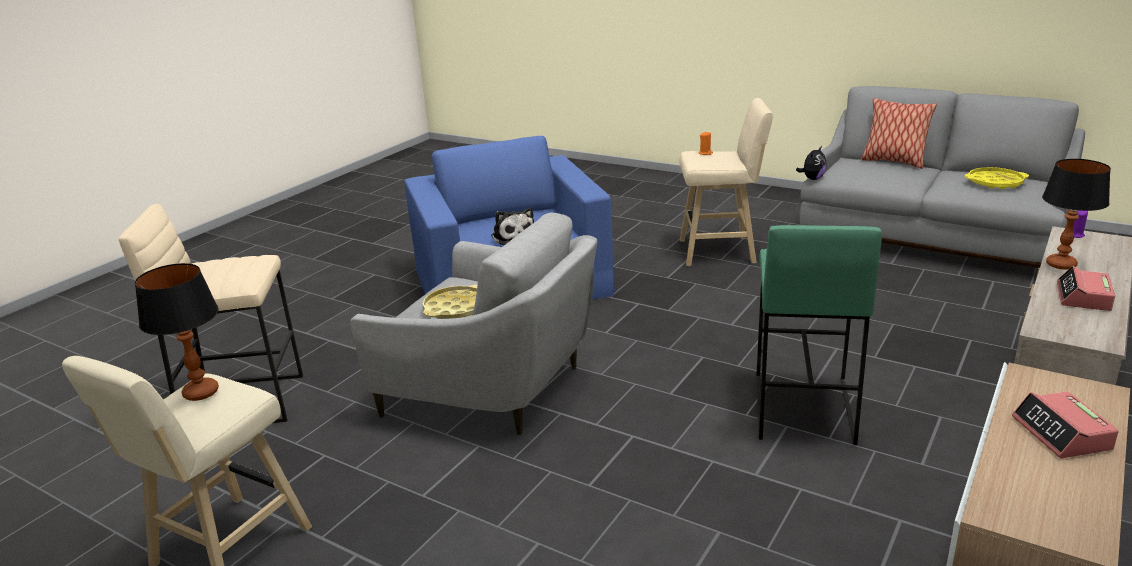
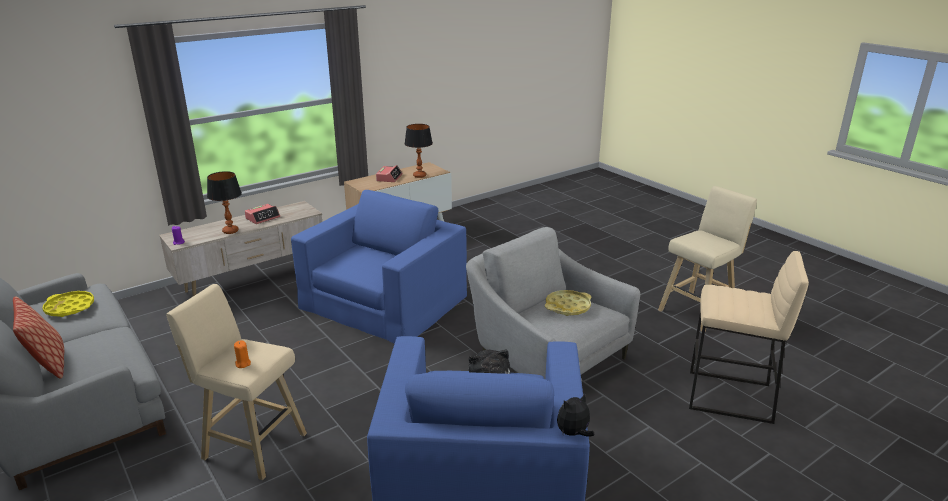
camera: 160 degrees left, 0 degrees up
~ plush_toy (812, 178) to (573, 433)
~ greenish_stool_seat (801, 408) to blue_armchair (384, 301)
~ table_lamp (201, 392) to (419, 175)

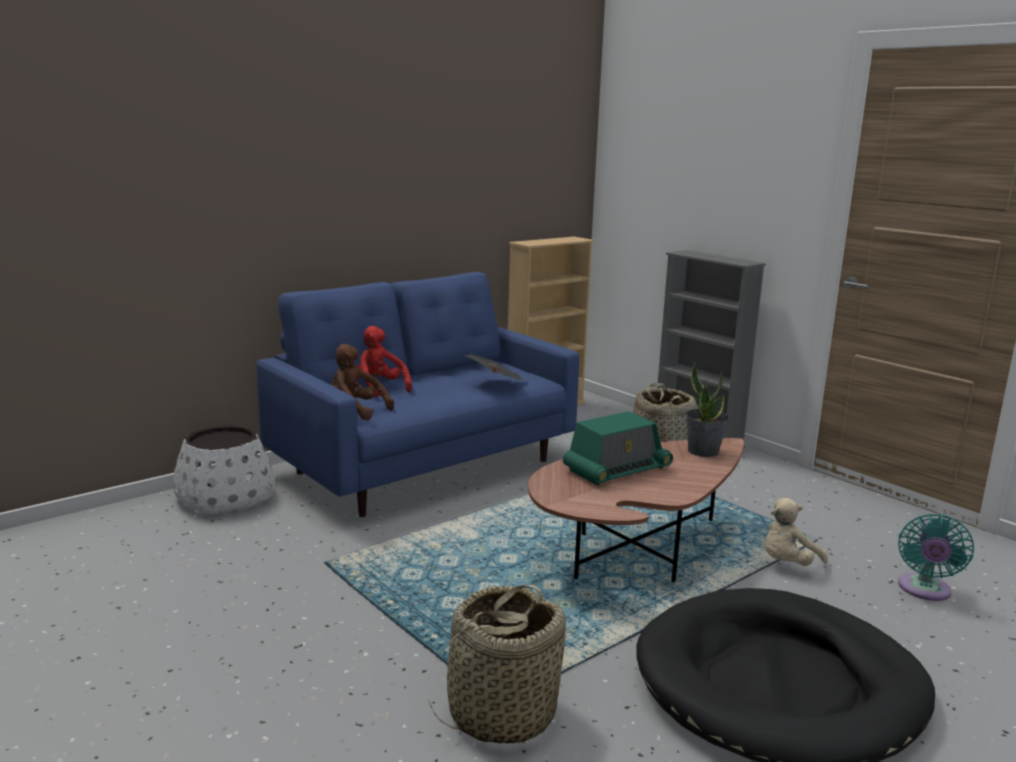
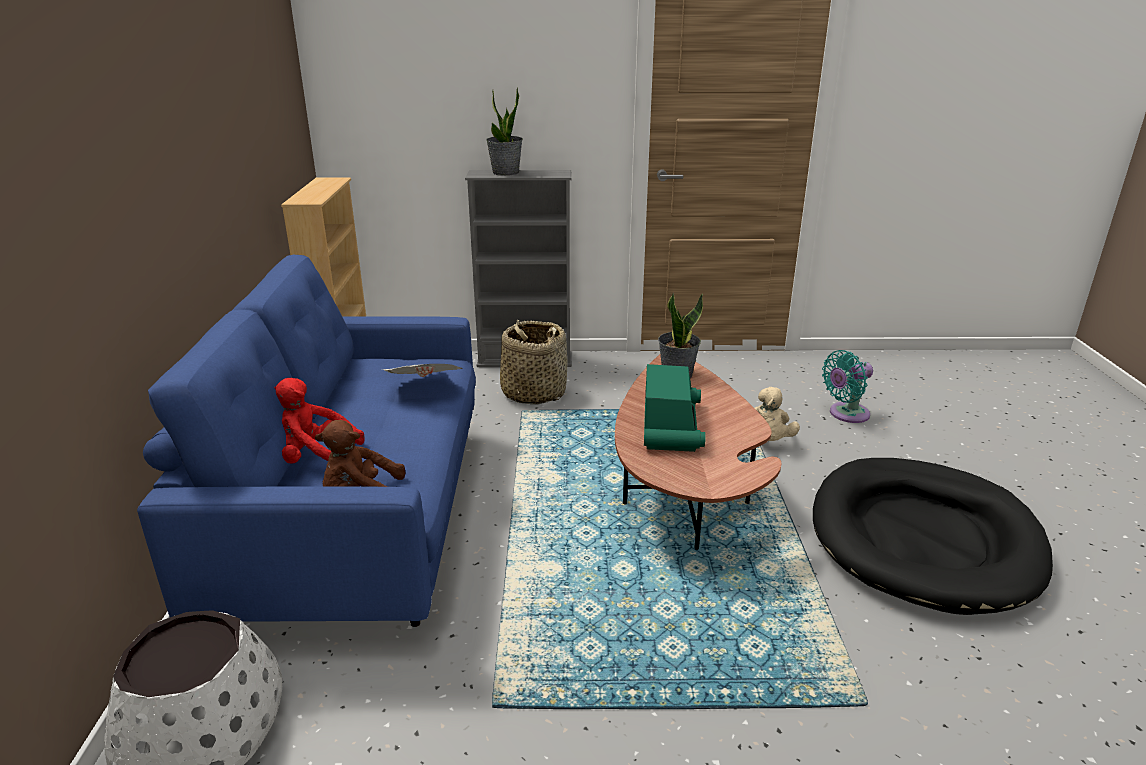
camera: 50 degrees left, 10 degrees up
~ turquoise_cooling_fan (924, 591) = (845, 414) 90 degrees clockwise
- storage_basket (501, 714)
+ plant_in_a_pot (505, 172)

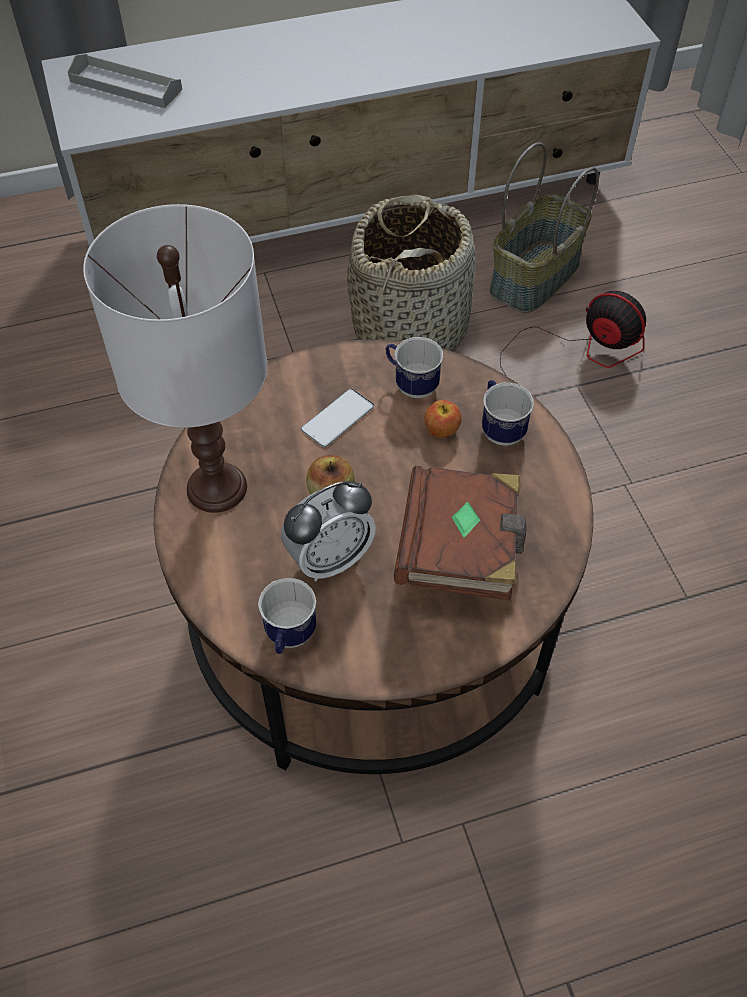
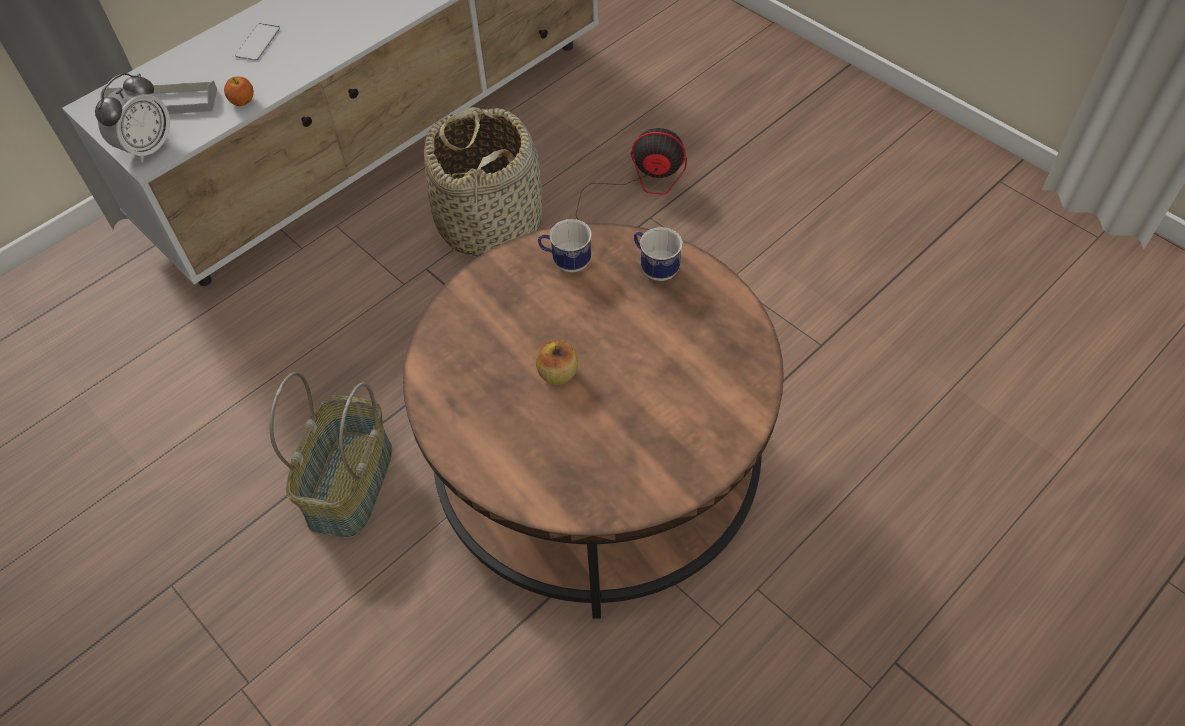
camera: 25 degrees left, 0 degrees up
~ storage_basket (535, 278) to (352, 485)
- whitish_table_lamp (215, 488)
~ phone (337, 418) to (258, 42)
~ apple (442, 430) to (243, 101)
- brown_volume (461, 549)
~ bedside_clock (330, 559) to (148, 148)
- coffee_mug (289, 638)

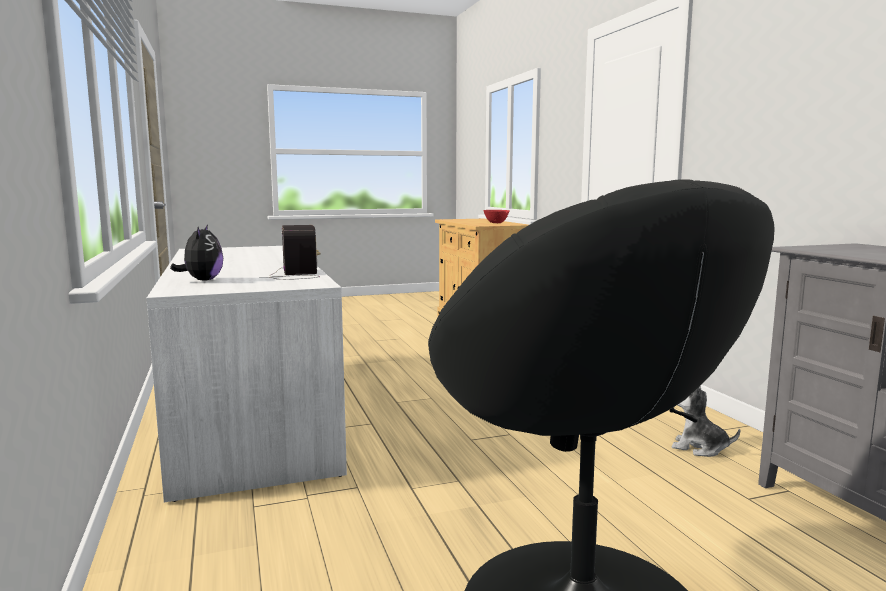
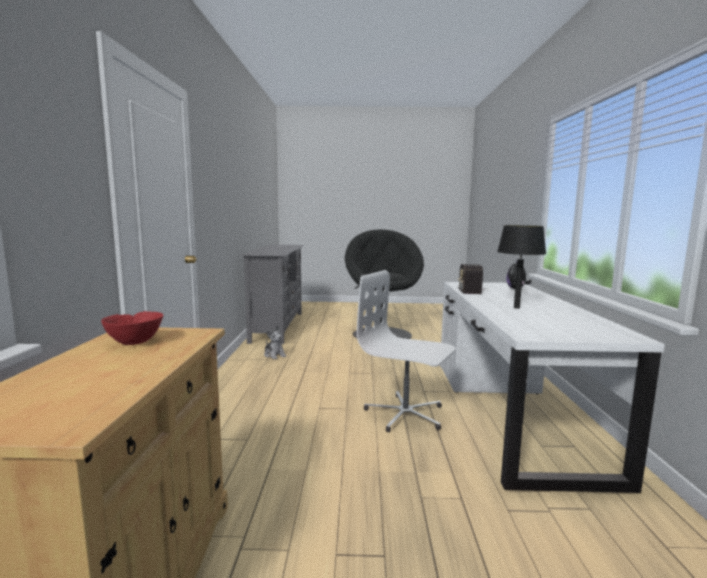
camera: 160 degrees left, 0 degrees up
+ blackish_table_lamp (516, 308)
+ whitish_office_chair (405, 414)

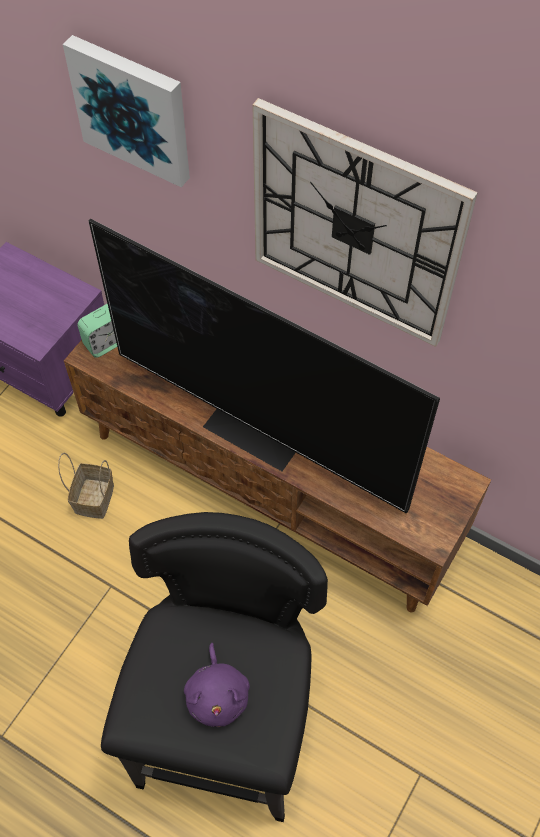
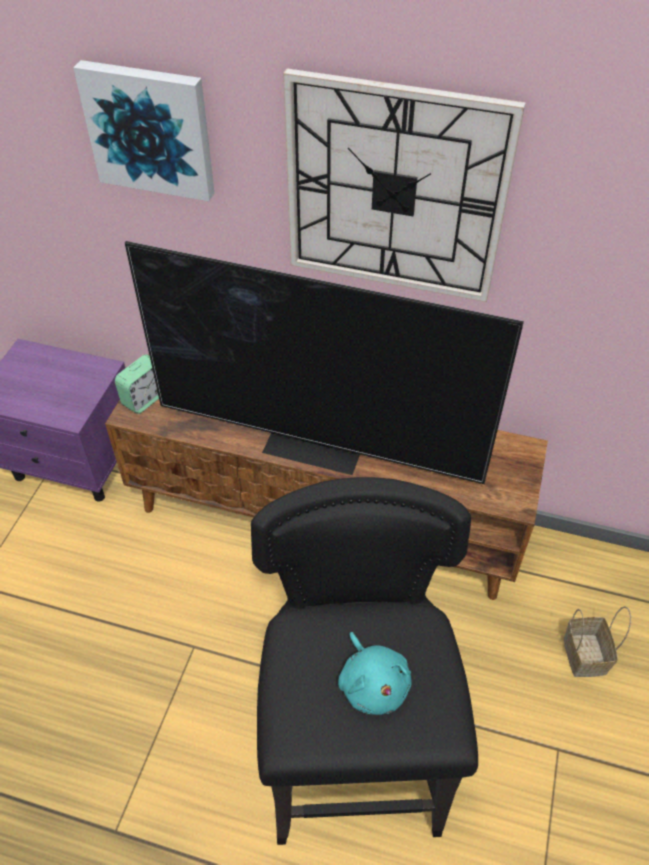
camera: 15 degrees left, 10 degrees down
~ storage_basket (93, 497) to (583, 654)
~ purple_plush_toy (218, 695) to turquoise_plush_toy (373, 684)

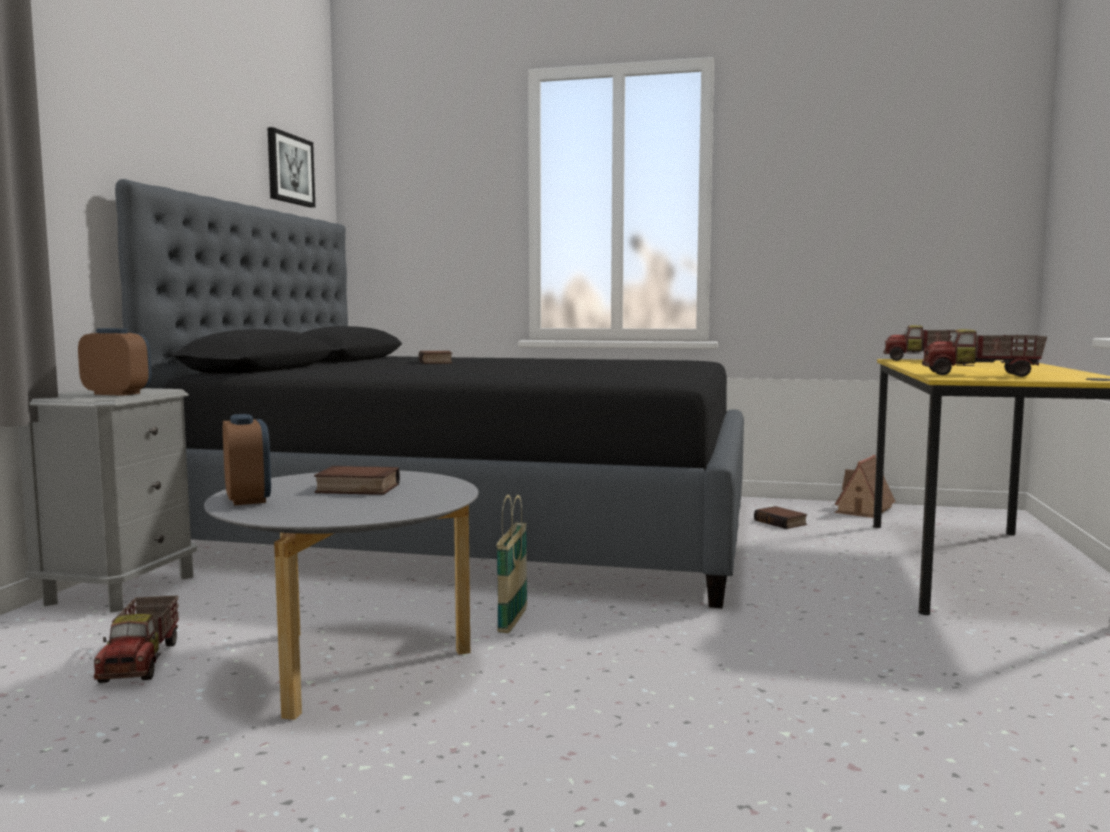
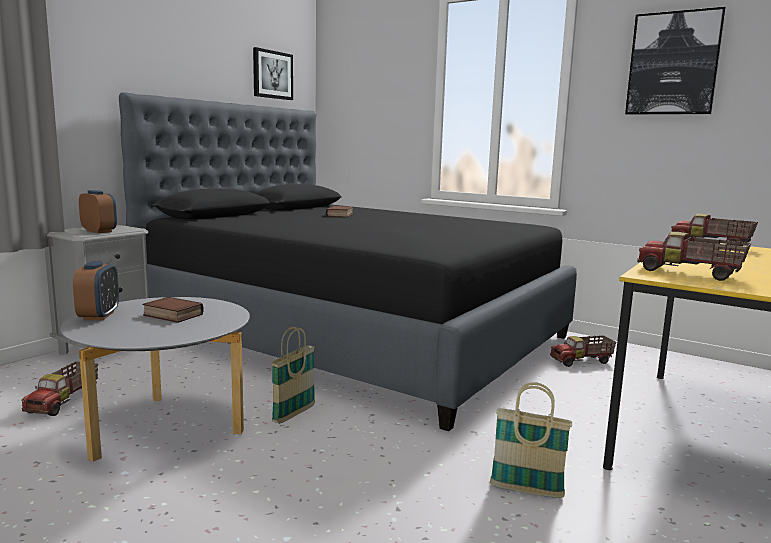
camera: 20 degrees right, 5 degrees up
- miniature_house (863, 509)
~ volume (781, 522) to toy_truck (582, 361)
+ wall_picture (673, 64)
+ storage_basket (526, 490)

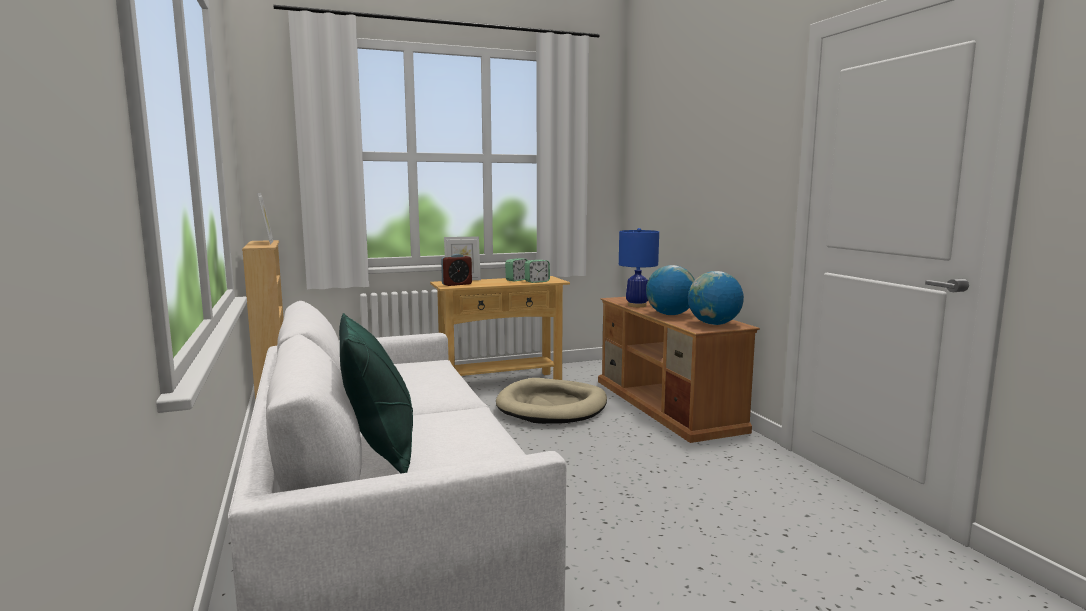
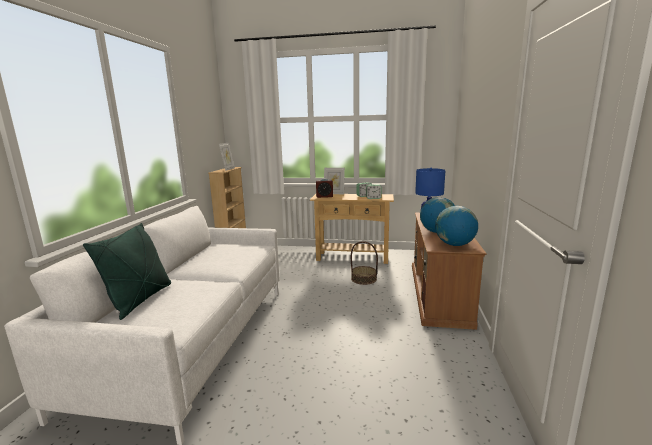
camera: 30 degrees right, 5 degrees up
~ beige-coloured_dog_bed (552, 406) to storage_basket (364, 279)

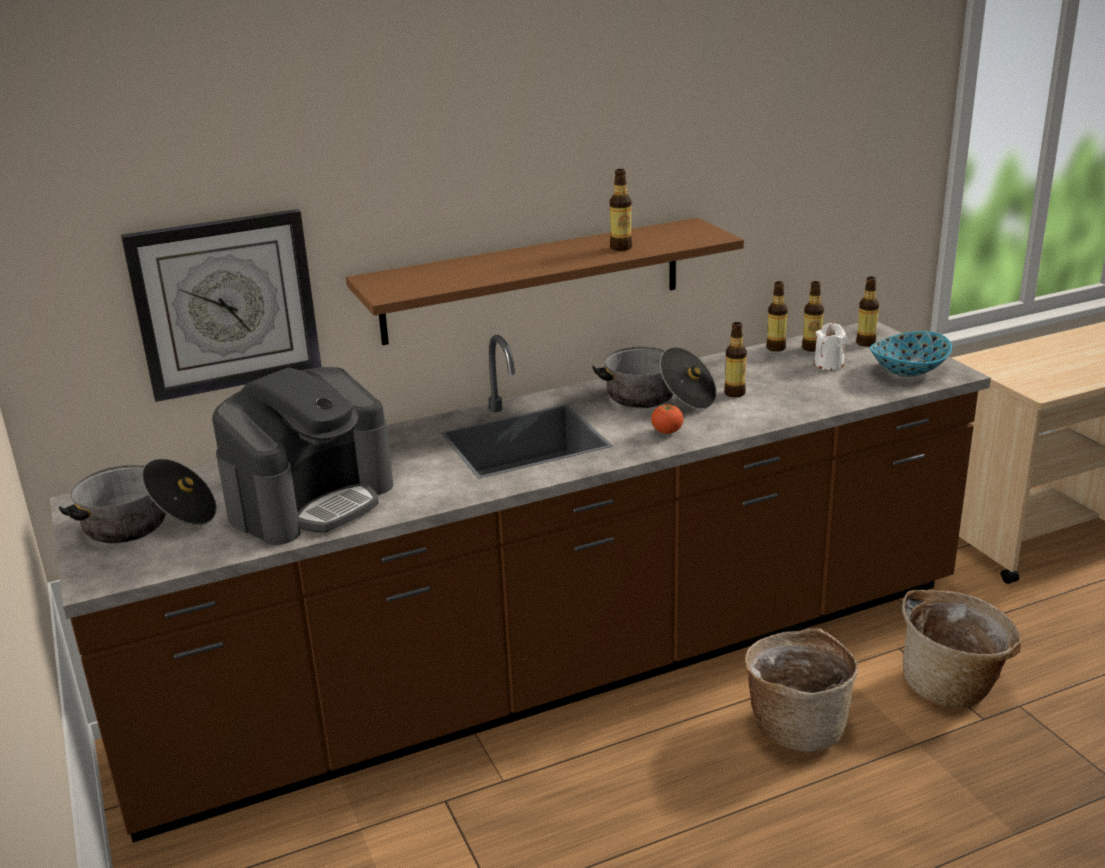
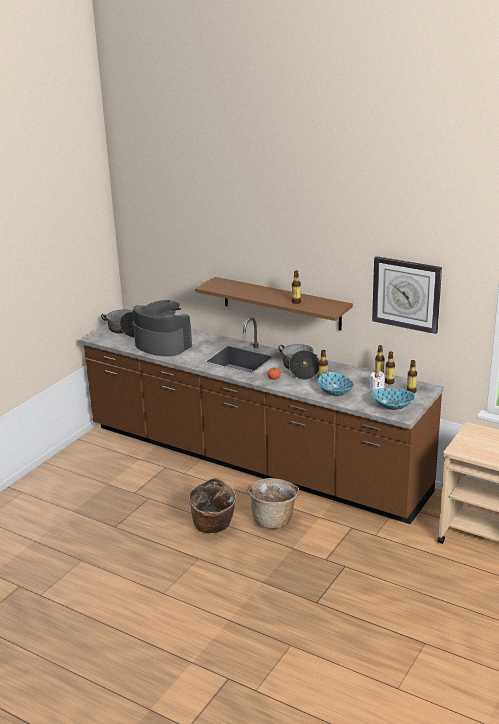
camera: 55 degrees right, 0 degrees up
~ clock_on_the_wall (225, 304) to (406, 294)
~ coffee_brewer (311, 500) = (162, 345) 150 degrees counterclockwise
~ storage_basket (952, 685) to (214, 525)
+ deep_dish (336, 392)

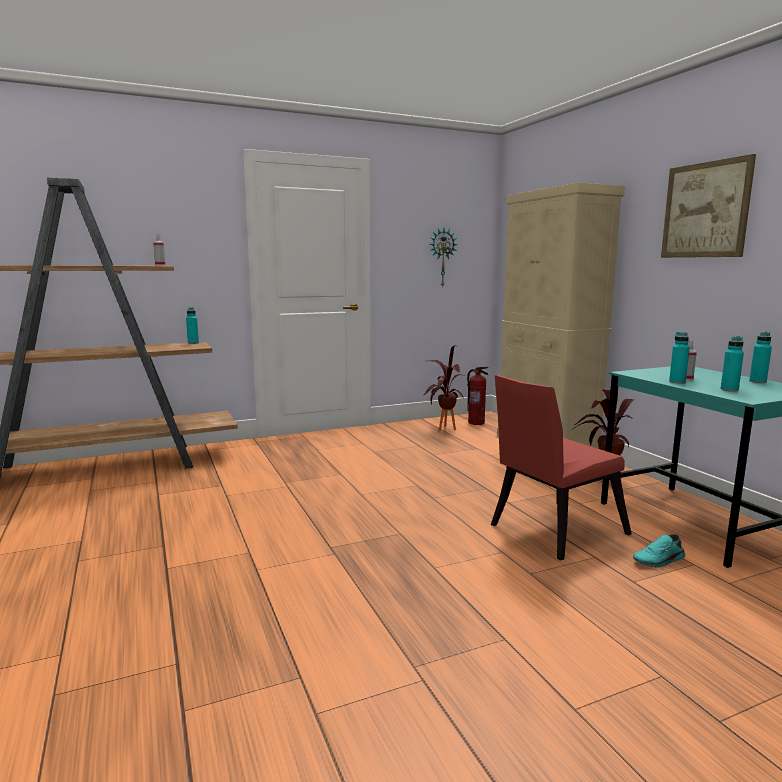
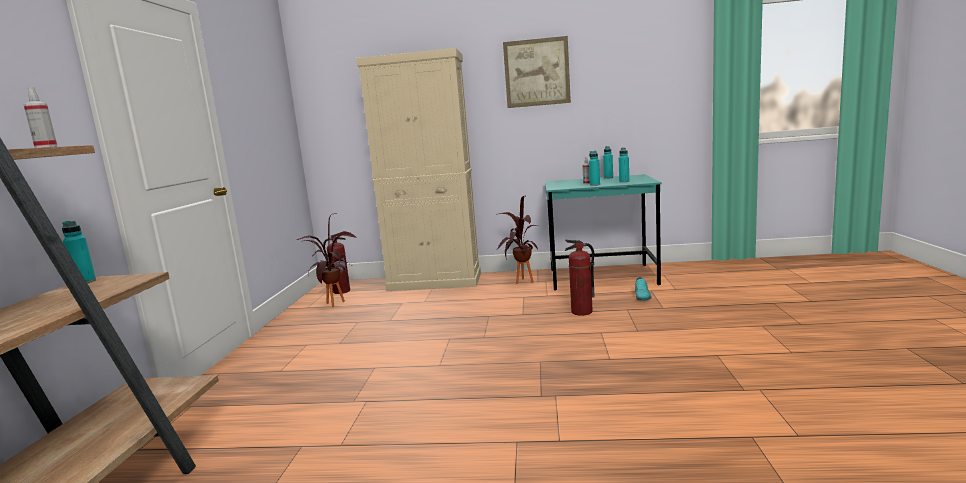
camera: 60 degrees left, 0 degrees up
- clock_on_the_wall (442, 257)
~ reddish_upright_chair (551, 531) to extinguisher (581, 312)

